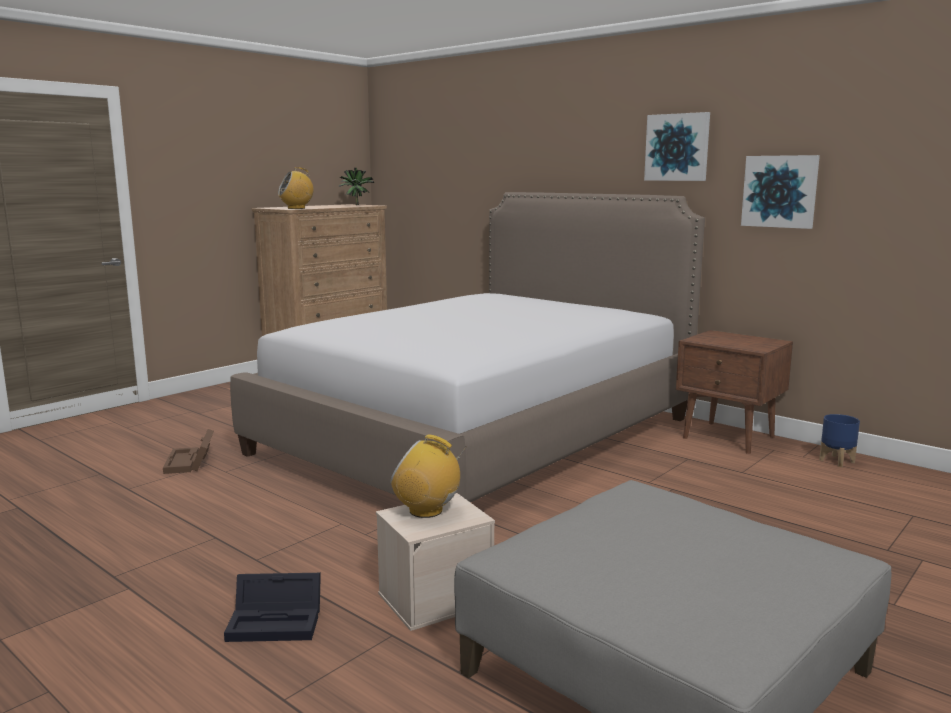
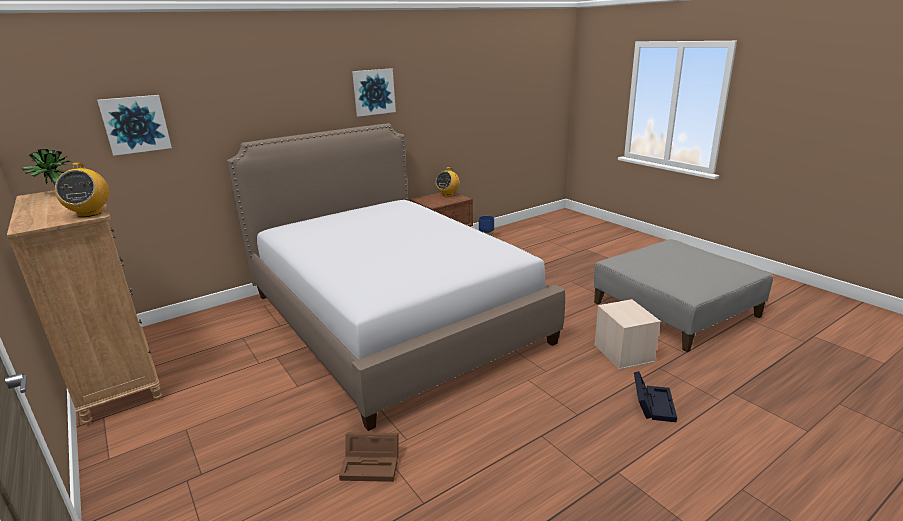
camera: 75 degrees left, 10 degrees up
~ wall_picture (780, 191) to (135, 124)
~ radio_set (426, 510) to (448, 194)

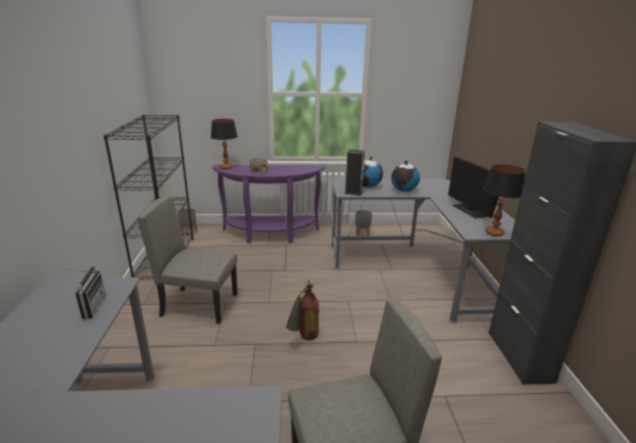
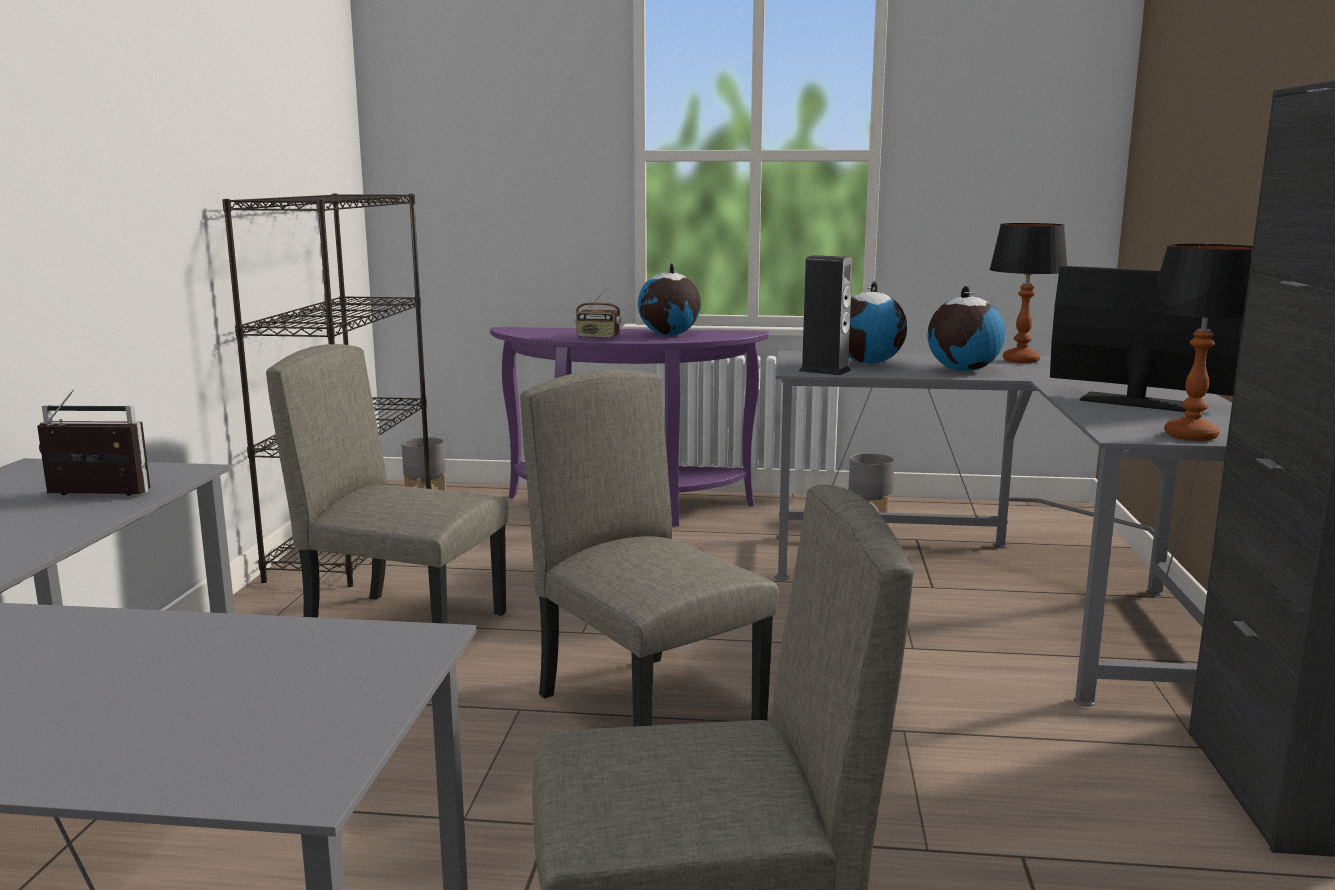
camera: 10 degrees right, 10 degrees down
~ table_lamp (226, 168) to (1020, 360)
~ monitor (469, 210) = (1135, 402) 135 degrees clockwise
~ radio_set (89, 307) = (91, 497) 90 degrees counterclockwise
~ extinguisher (303, 339) to beige-coloured_upright_chair (650, 708)
+ world_globe (669, 335)

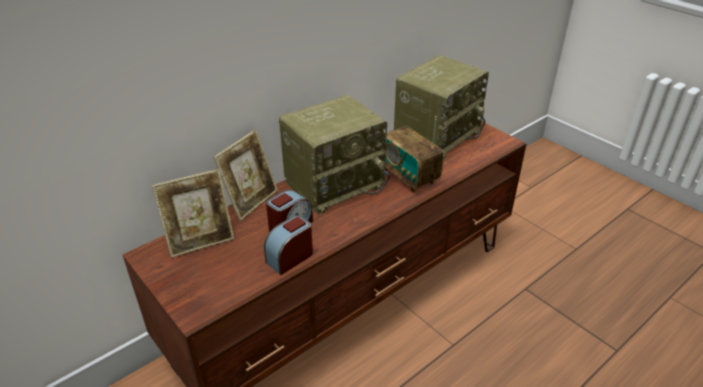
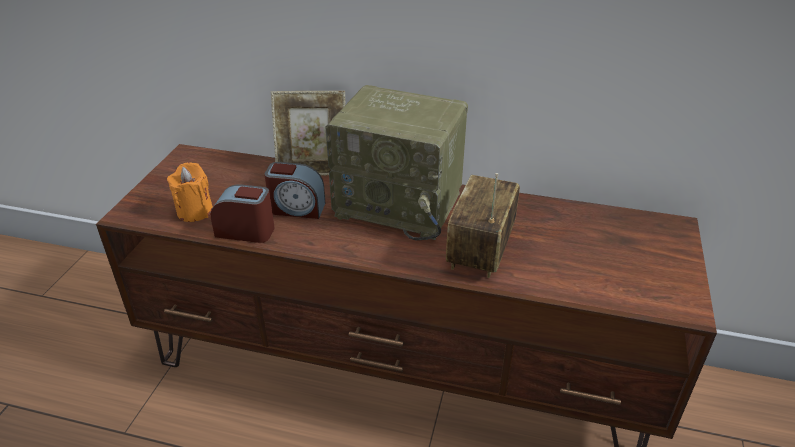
camera: 55 degrees right, 0 degrees up
- radio_set (436, 135)
- photo_frame (200, 241)
+ orange-coloured_wax_candle (195, 211)

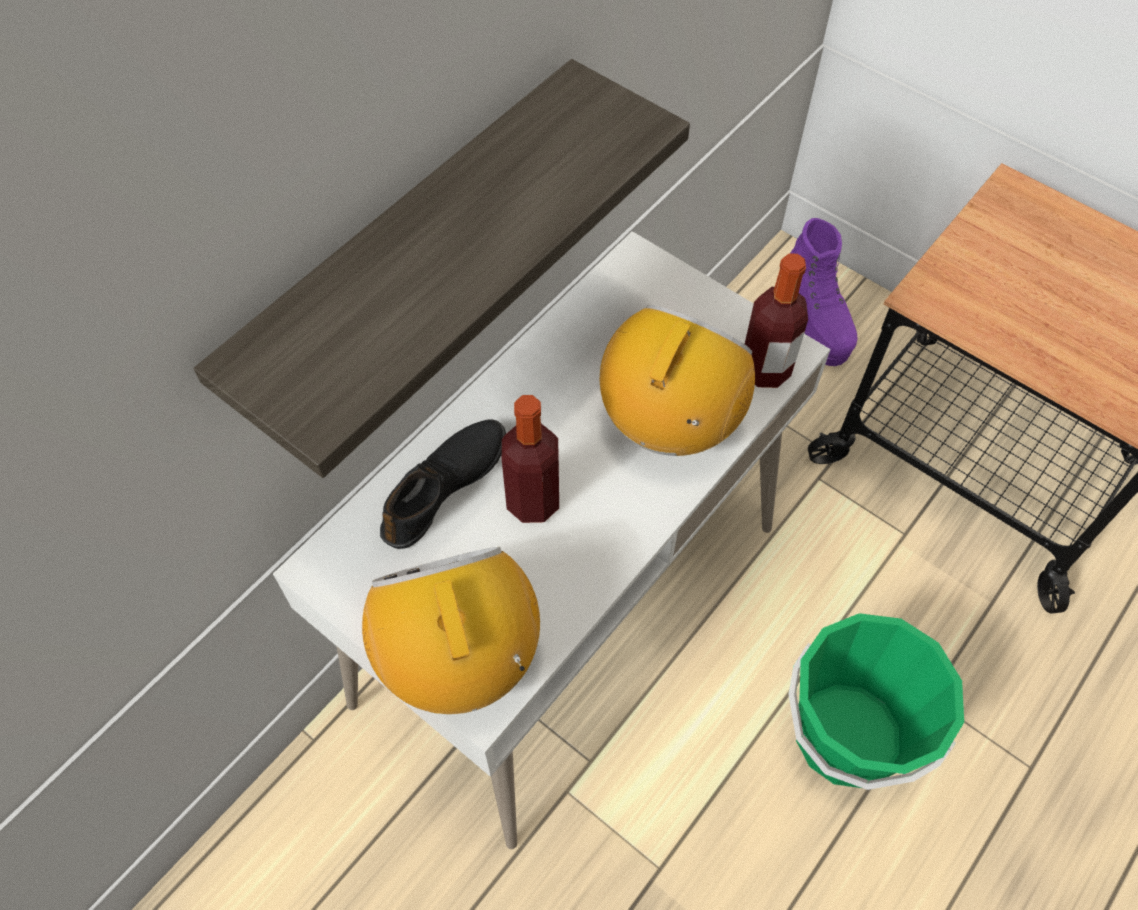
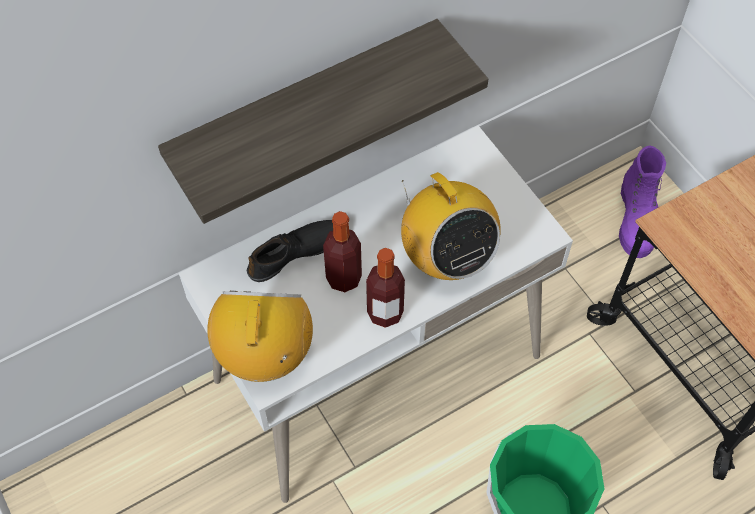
camera: 20 degrees right, 0 degrees up
~ drink_bottle (765, 370) to (385, 313)
~ radio_set (669, 425) = (447, 257) 105 degrees clockwise

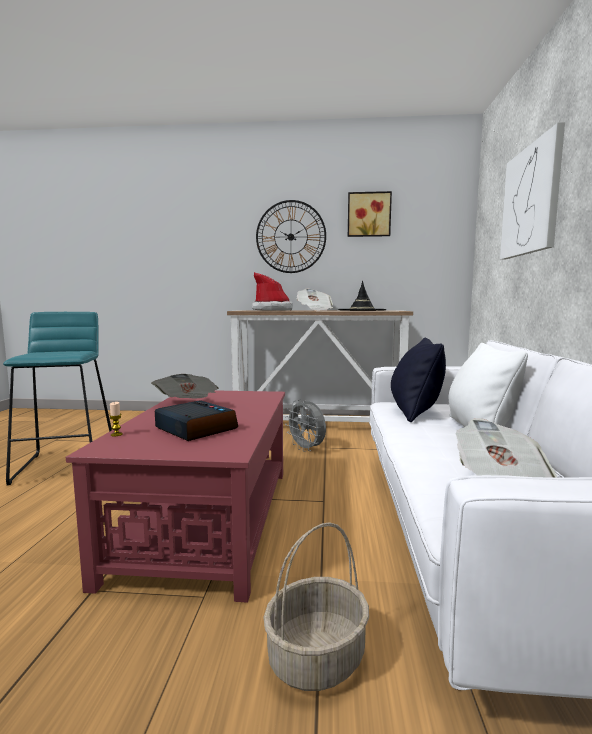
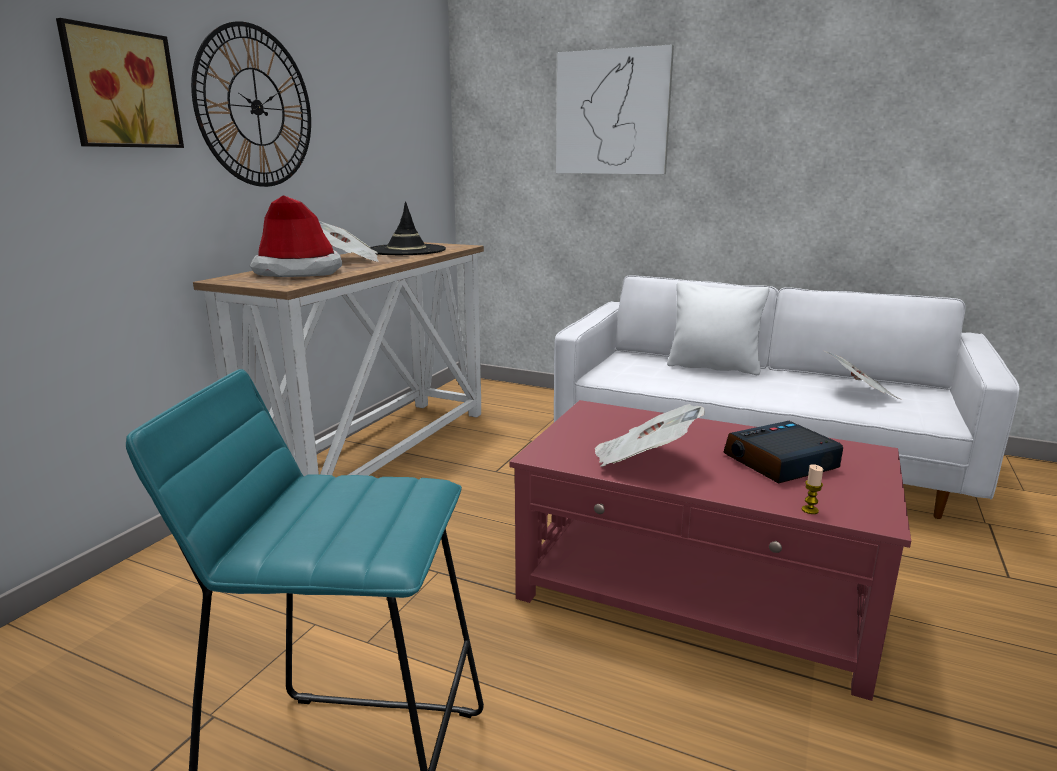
camera: 70 degrees left, 10 degrees up
~ wall_picture (369, 215) to (120, 89)
- blackish_pillow (415, 412)
- greyish_cooling_fan (307, 449)
- storage_basket (316, 659)

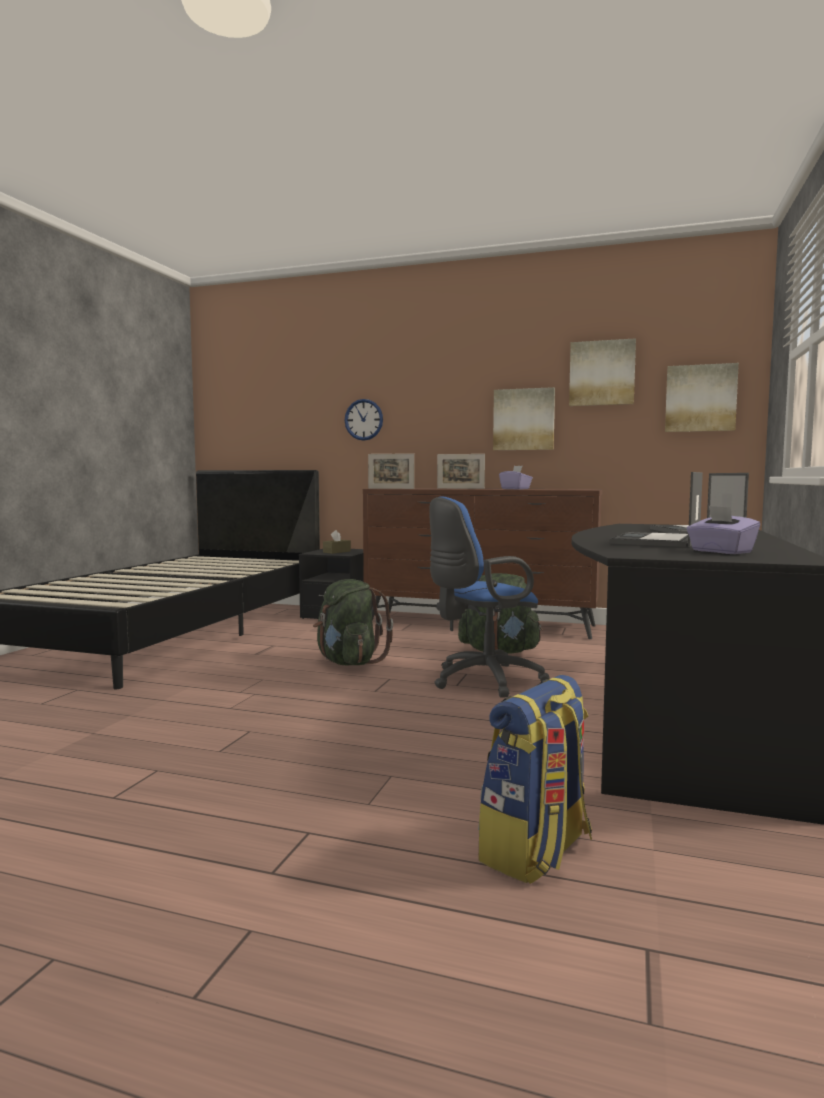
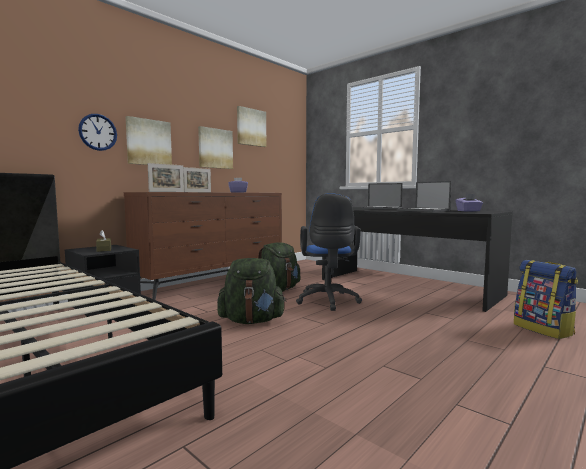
camera: 65 degrees left, 0 degrees up
~ wall_picture (700, 398) to (148, 142)

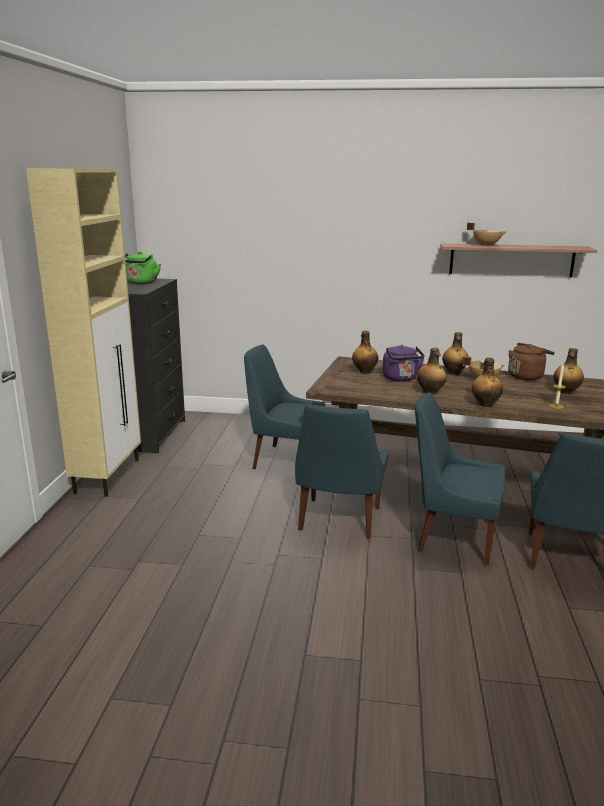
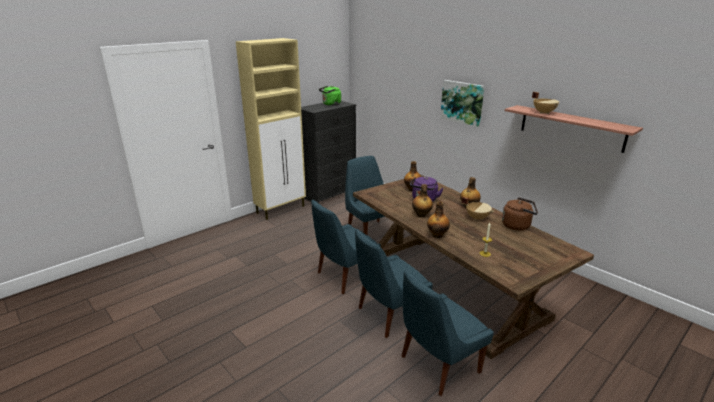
camera: 40 degrees right, 5 degrees up
- drink_bottle (565, 392)
~ blue_upright_chair (452, 537) = (388, 315) 90 degrees counterclockwise
+ wall_picture (462, 102)

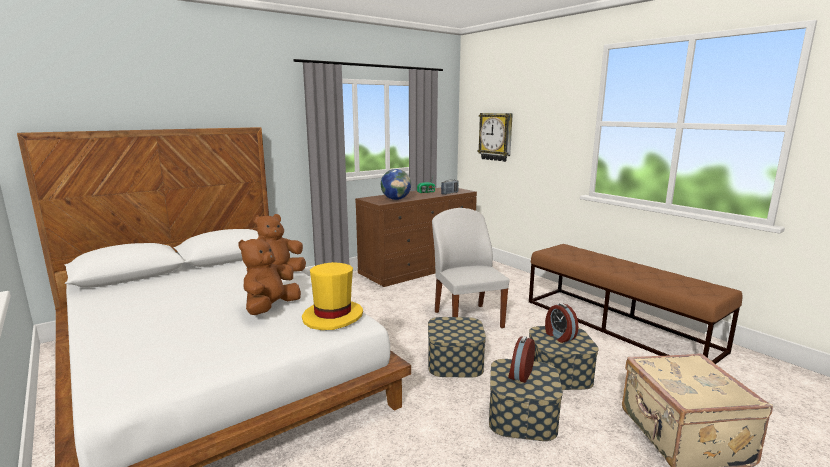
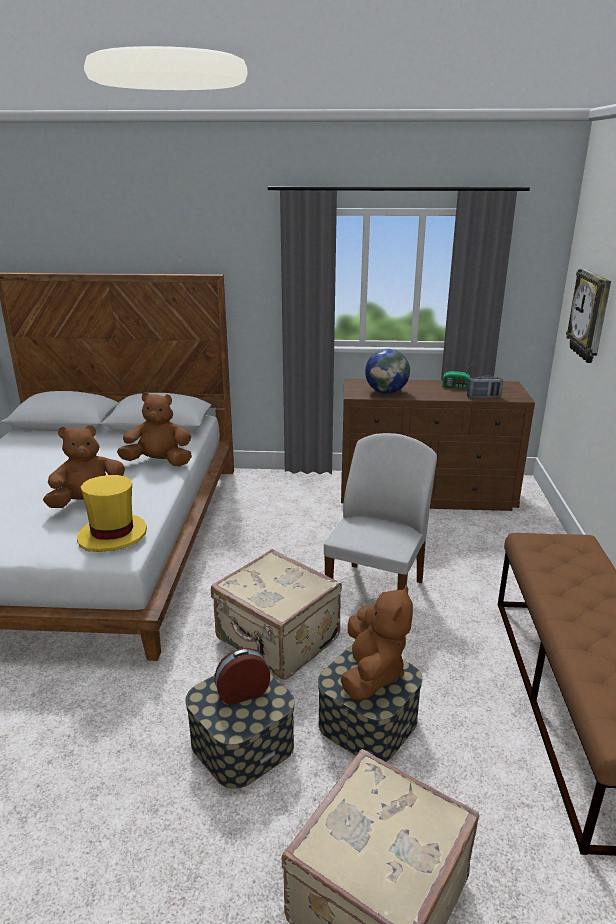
camera: 40 degrees right, 10 degrees up
~ bedside_clock (559, 336) to brown_plush_toy (372, 673)
~ storage_bin (455, 362) to beige-coloured_piece_of_luggage (277, 640)

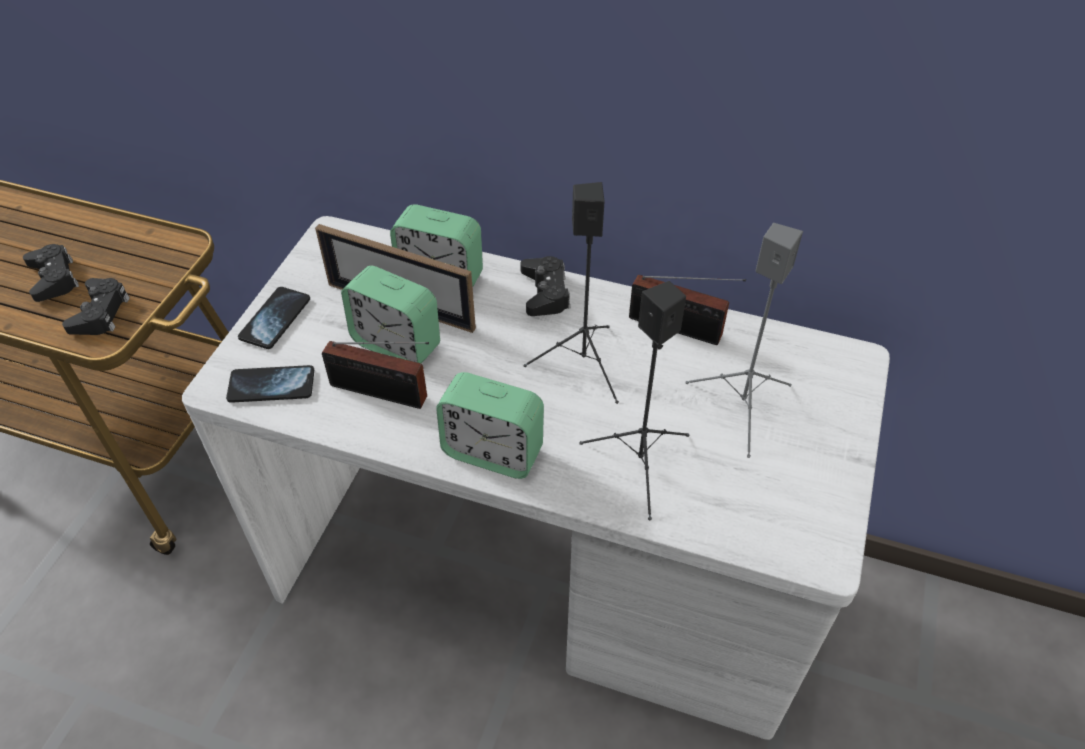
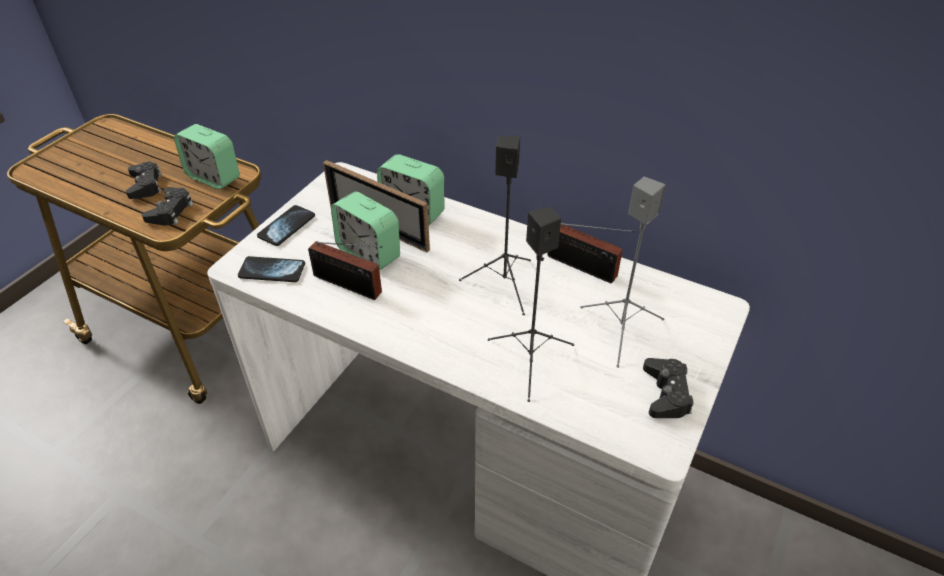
camera: 10 degrees right, 5 degrees down
~ blackish_game_controller (545, 292) to (666, 393)
~ bedside_clock (493, 452) to (213, 177)

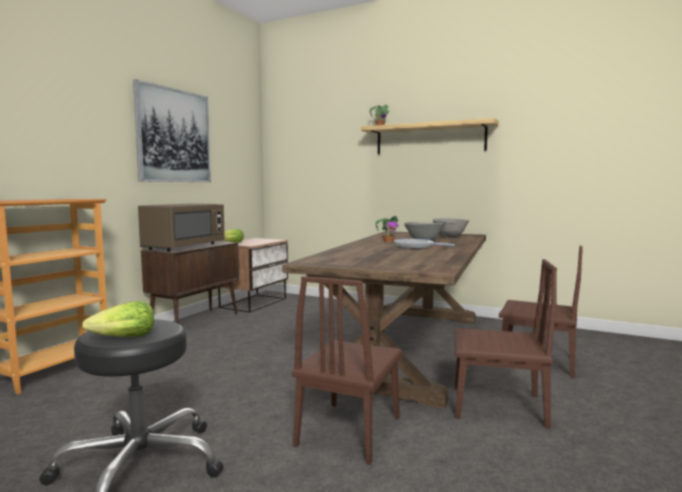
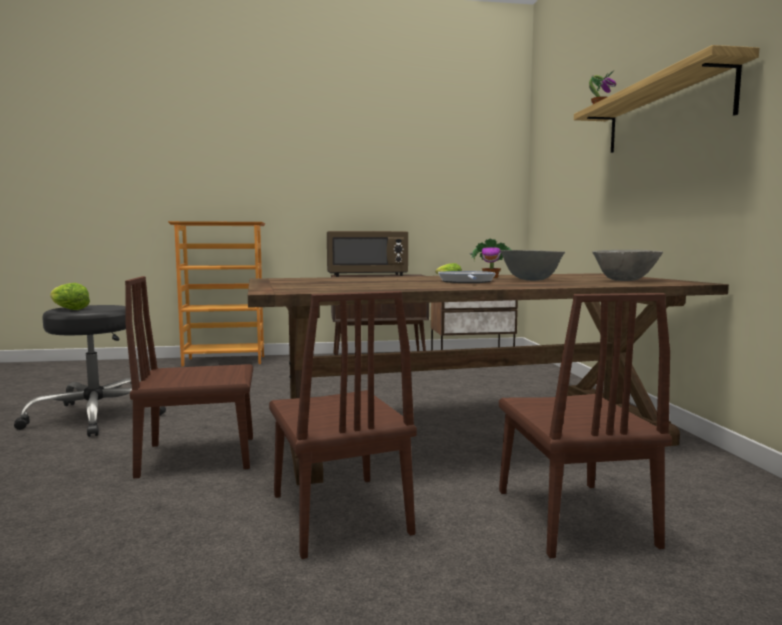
camera: 55 degrees right, 0 degrees up
- wall_picture (174, 136)

